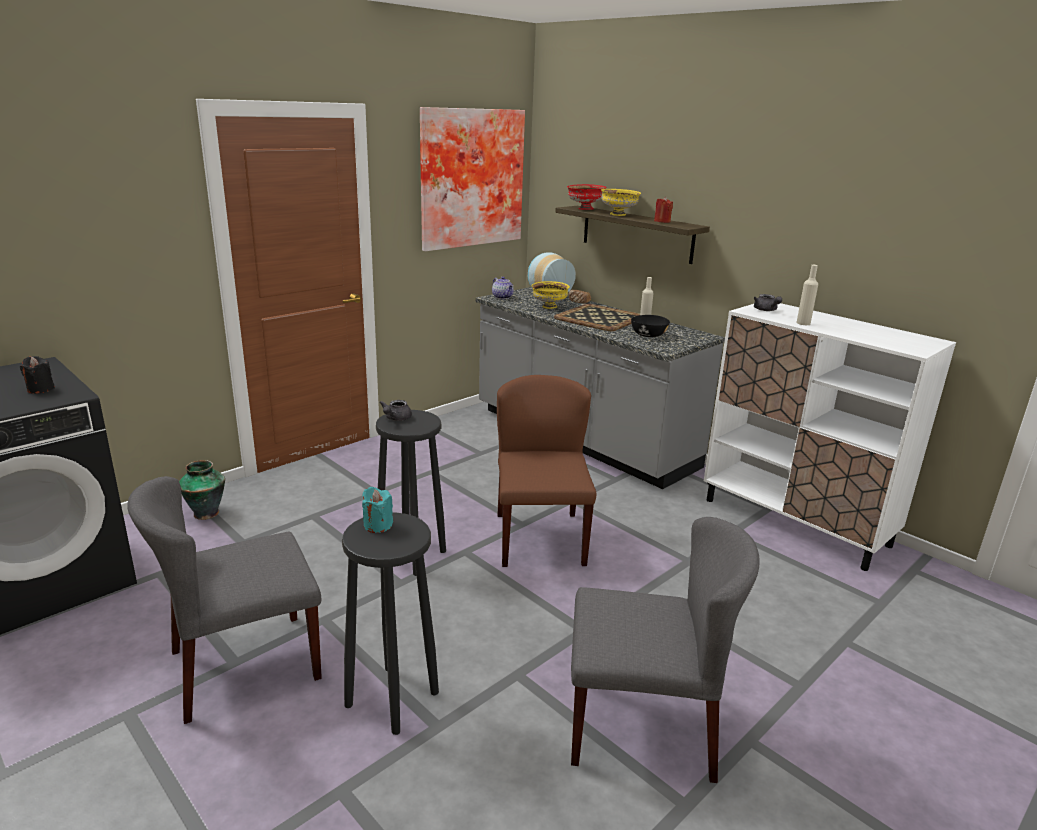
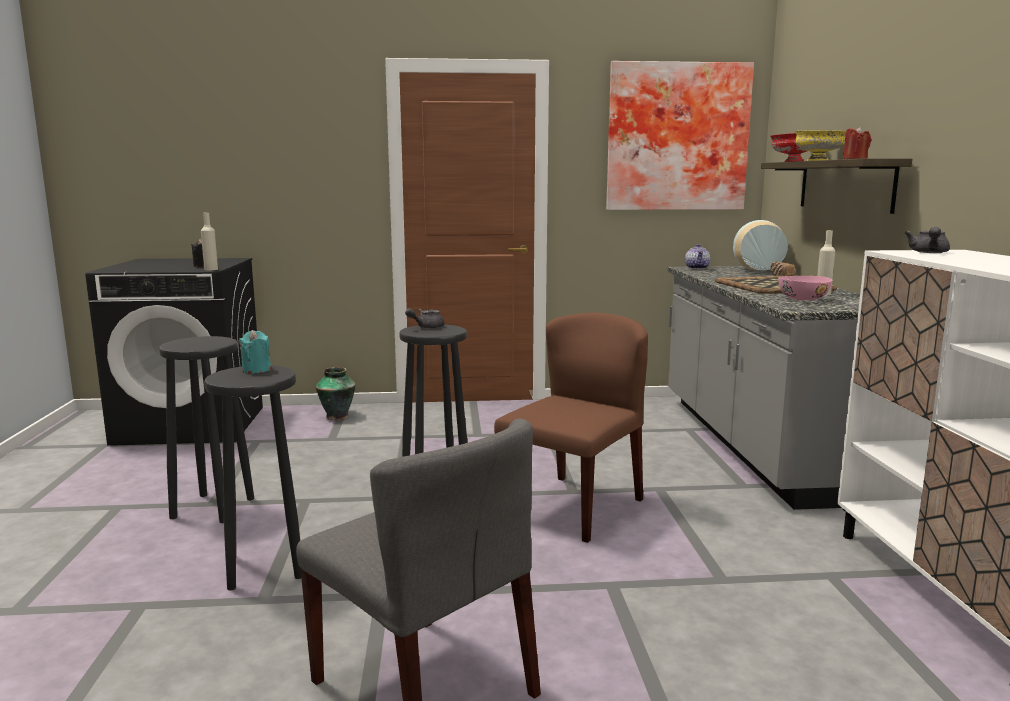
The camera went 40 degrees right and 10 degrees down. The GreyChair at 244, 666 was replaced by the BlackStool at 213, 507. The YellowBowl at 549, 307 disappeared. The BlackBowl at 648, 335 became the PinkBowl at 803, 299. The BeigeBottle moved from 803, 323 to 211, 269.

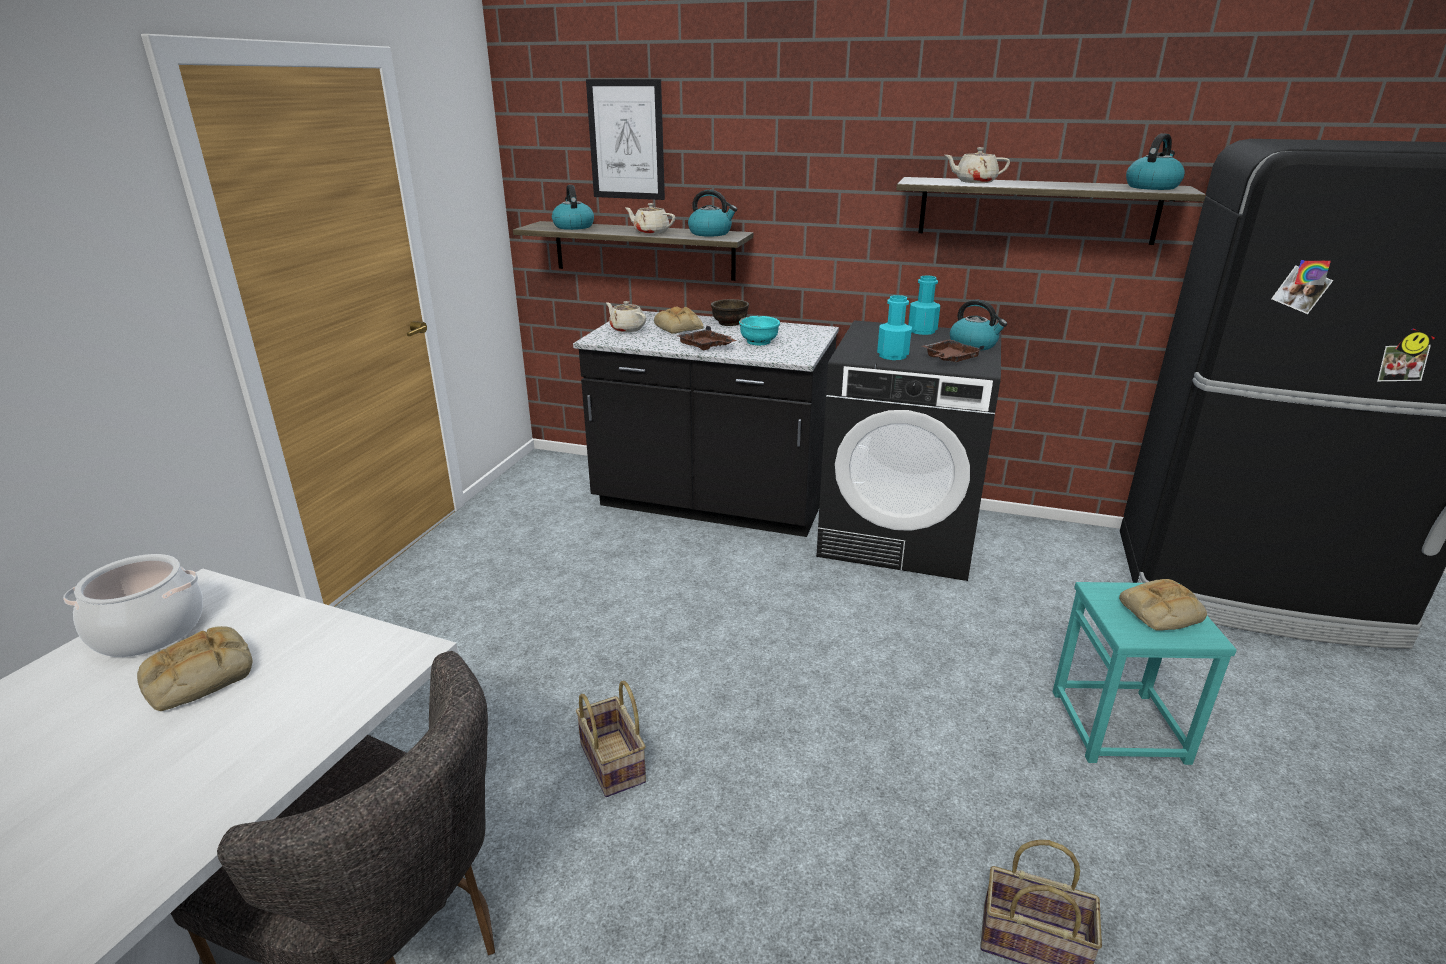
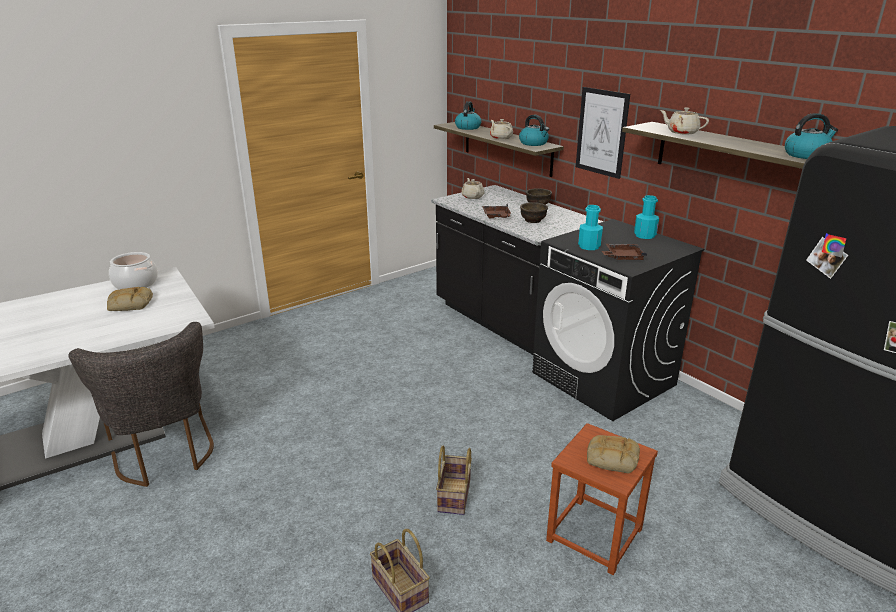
The camera went 35 degrees right and 0 degrees up. The Basket moved from 614, 764 to 455, 497. The Picture moved from 626, 140 to 602, 132. The Bread at 679, 327 disappeared. The TurquoiseBowl at 758, 342 became the BrownBowl at 533, 220. The Kettle at 974, 345 disappeared. The TurquoiseStool at 1119, 726 became the BrownStool at 595, 535.

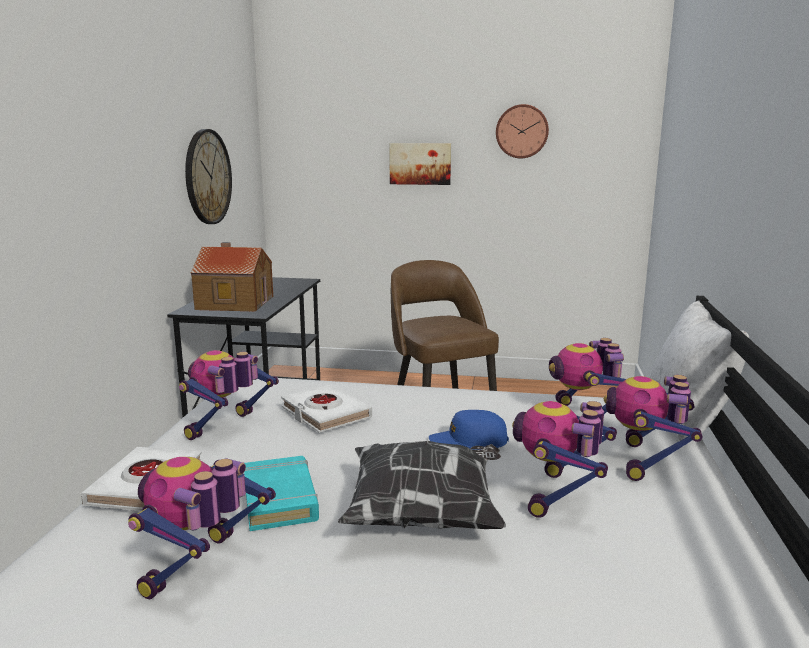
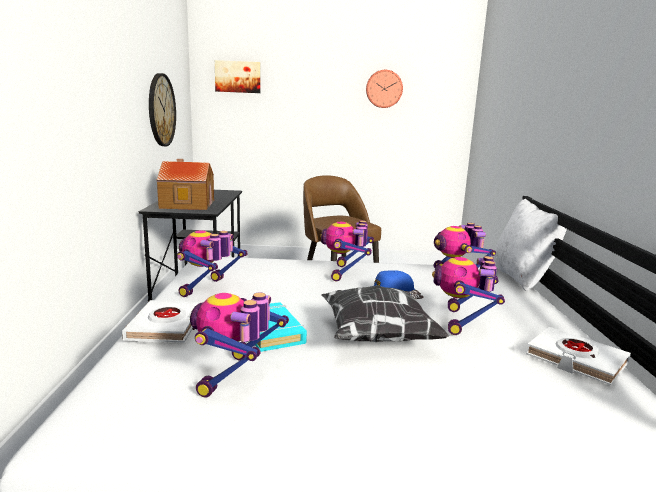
The camera went 10 degrees left and 0 degrees up. The WhiteBook moved from 325, 414 to 575, 360. The Picture moved from 420, 163 to 238, 77. The ToyRobot moved from 647, 462 to 346, 273.

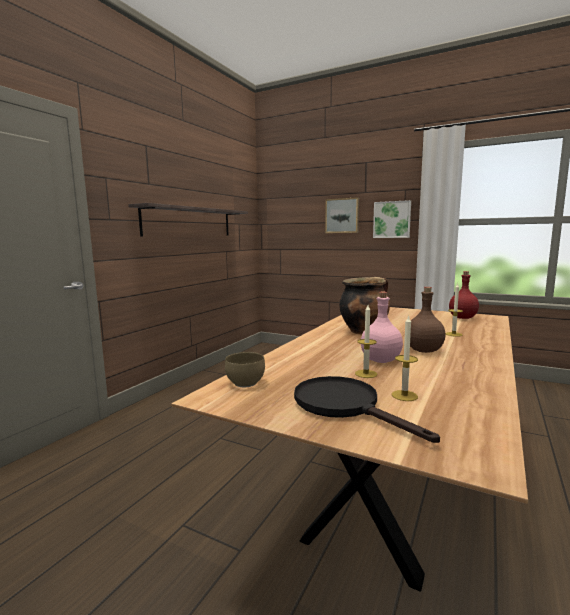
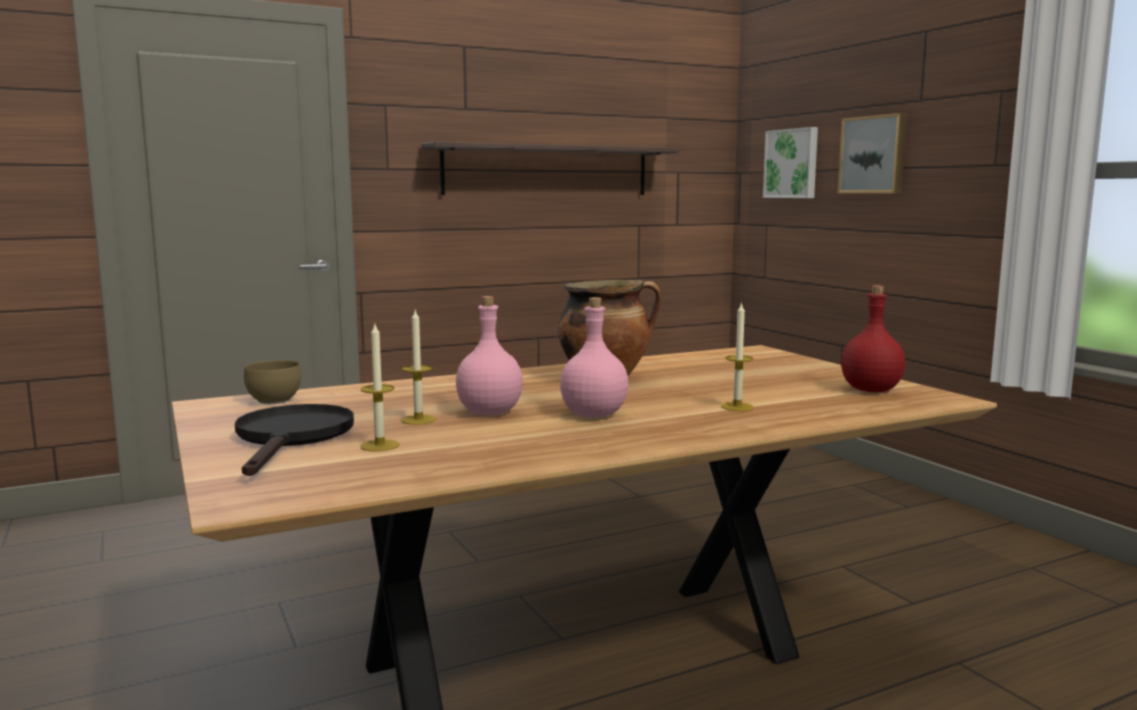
The camera went 35 degrees right and 0 degrees up. The Picture moved from 392, 219 to 792, 163. The BrownBottle at 424, 350 became the PinkBottle at 595, 415.

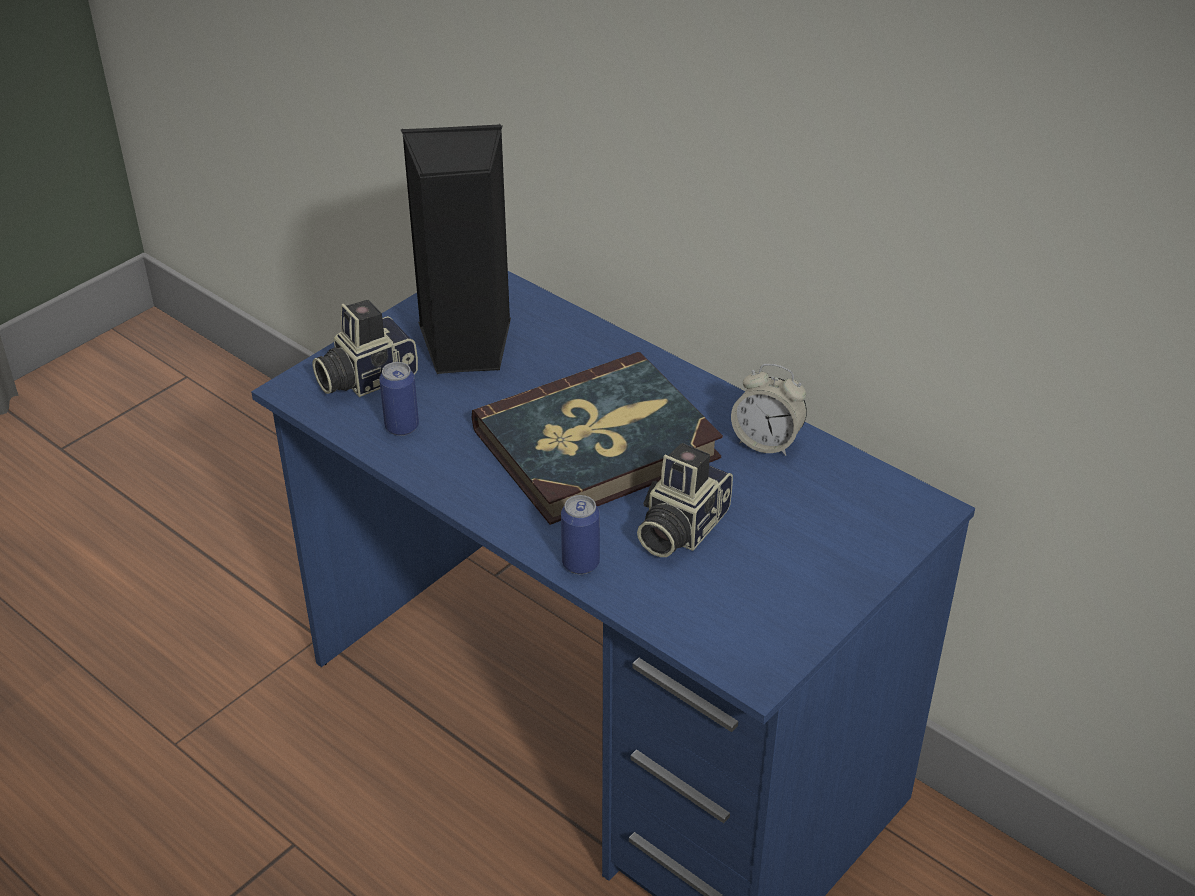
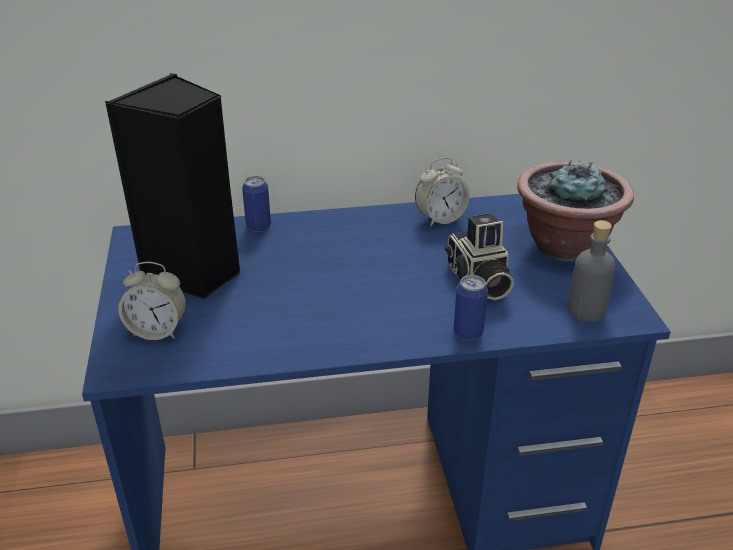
The camera went 50 degrees left and 5 degrees down. The PhotoCamera at 365, 377 was replaced by the AlarmClock at 157, 330. The Can moved from 402, 427 to 258, 226. The Book at 596, 445 disappeared. The PottedPlant at 564, 245 appeared. The GreyBottle at 586, 310 appeared.

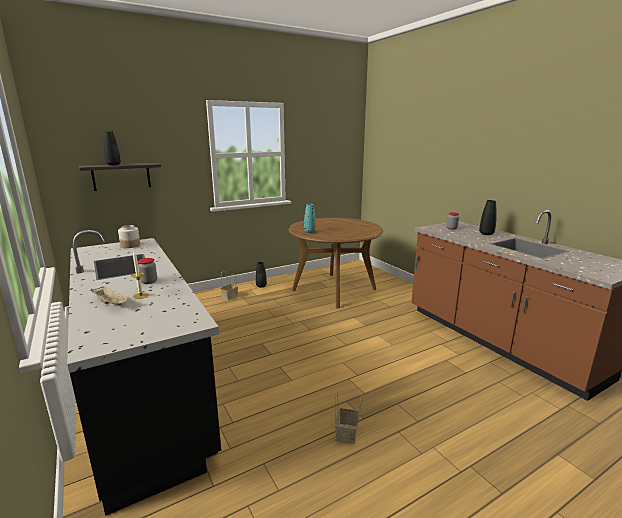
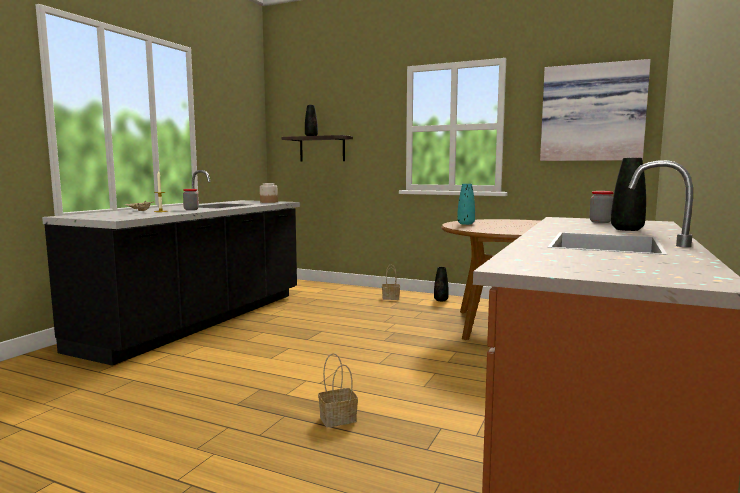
The camera went 55 degrees right and 10 degrees down. The Basket moved from 347, 434 to 337, 419. The Picture at 592, 113 appeared.

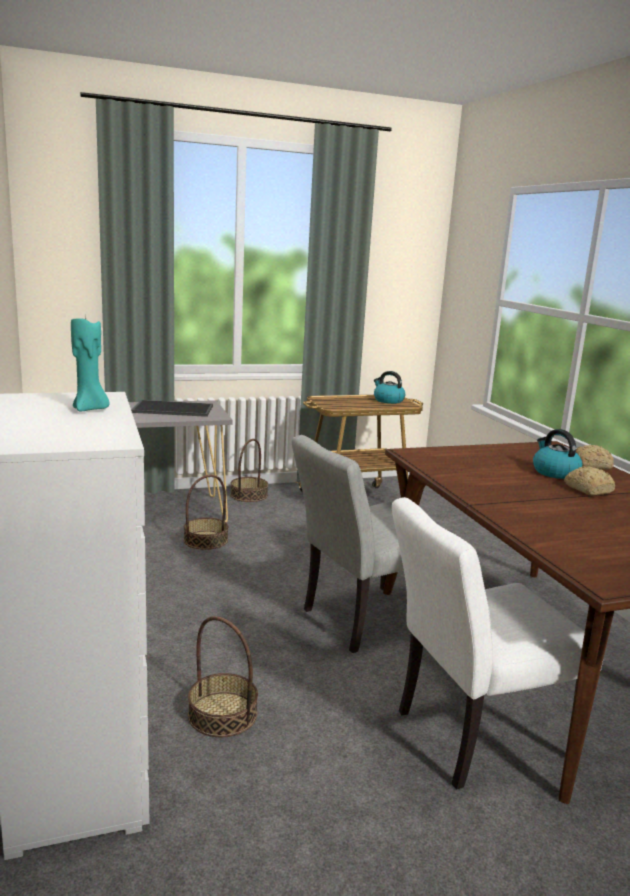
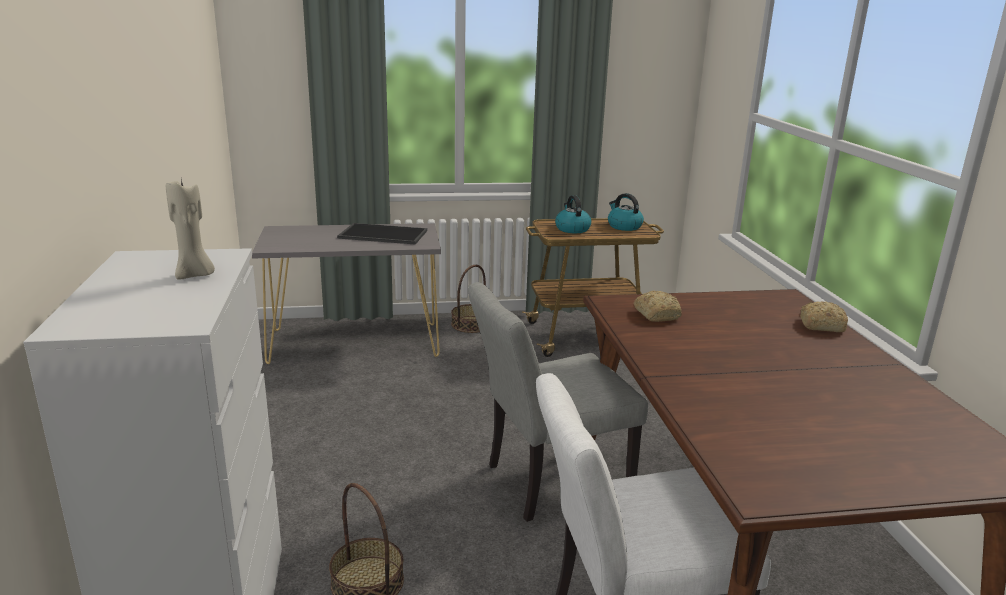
The camera went 10 degrees right and 5 degrees up. The TurquoiseCandle at 90, 409 became the BeigeCandle at 195, 275. The Basket at 205, 540 disappeared. The Kettle moved from 554, 472 to 572, 229. The Bread moved from 588, 489 to 657, 315.

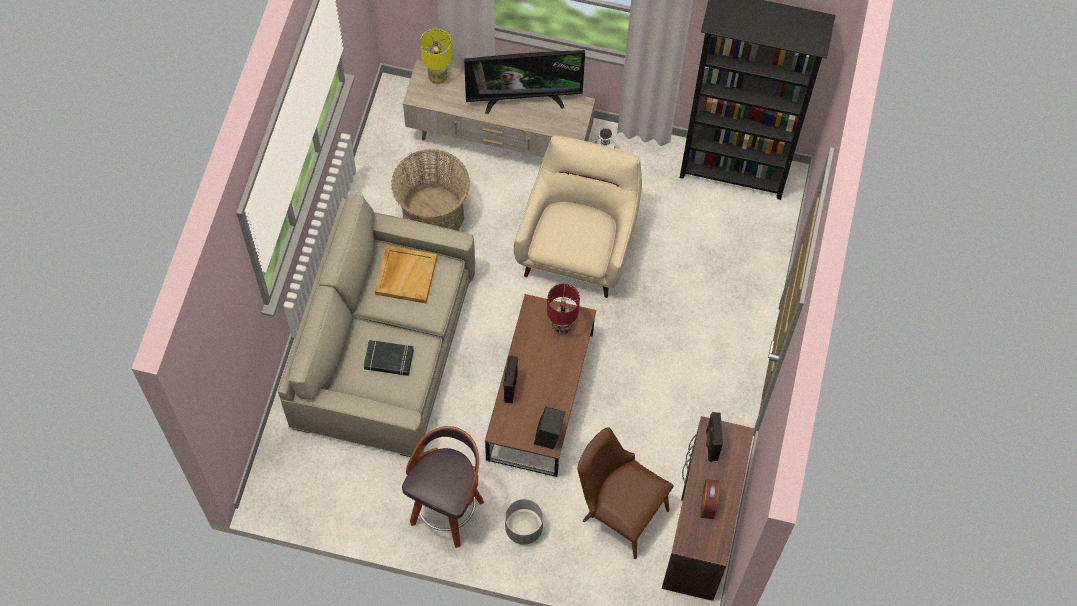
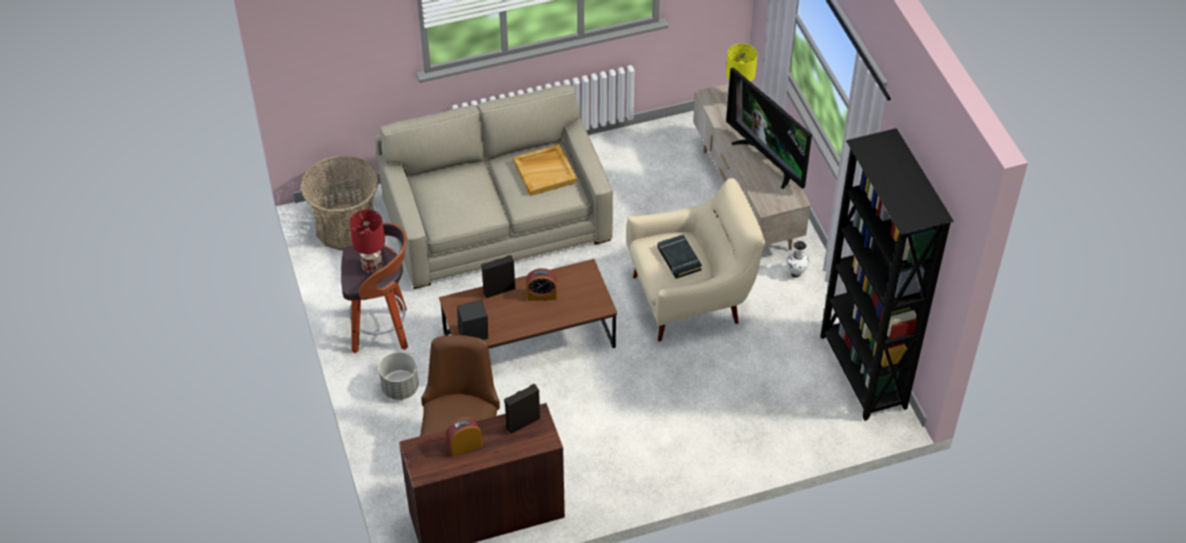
The camera went 60 degrees right and 15 degrees down. The BlackBook moved from 388, 360 to 678, 259. The Basket moved from 433, 214 to 346, 226. The RedTableLamp moved from 561, 327 to 372, 267. The AlarmClock at 542, 295 appeared.

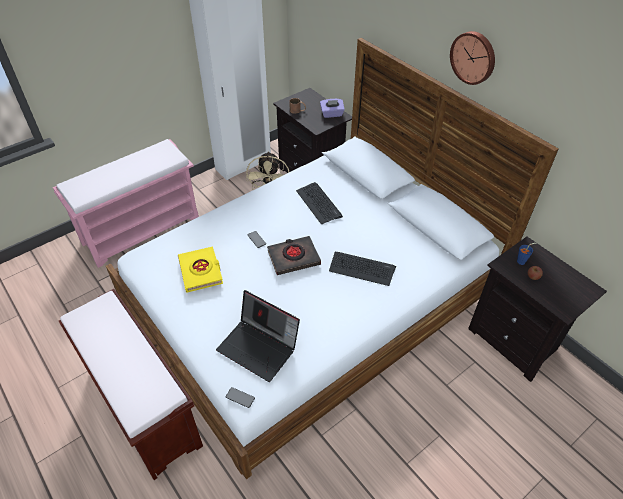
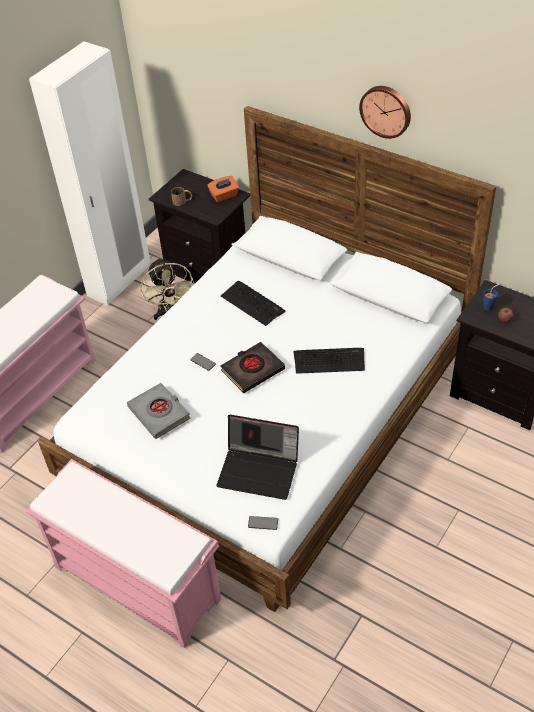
The camera went 15 degrees left and 0 degrees up. The BrownBench at 145, 407 became the PinkBench at 139, 583. The YellowBook at 201, 271 became the GreyBook at 159, 413. The PurpleTissueBox at 332, 114 became the OrangeTissueBox at 224, 196.

